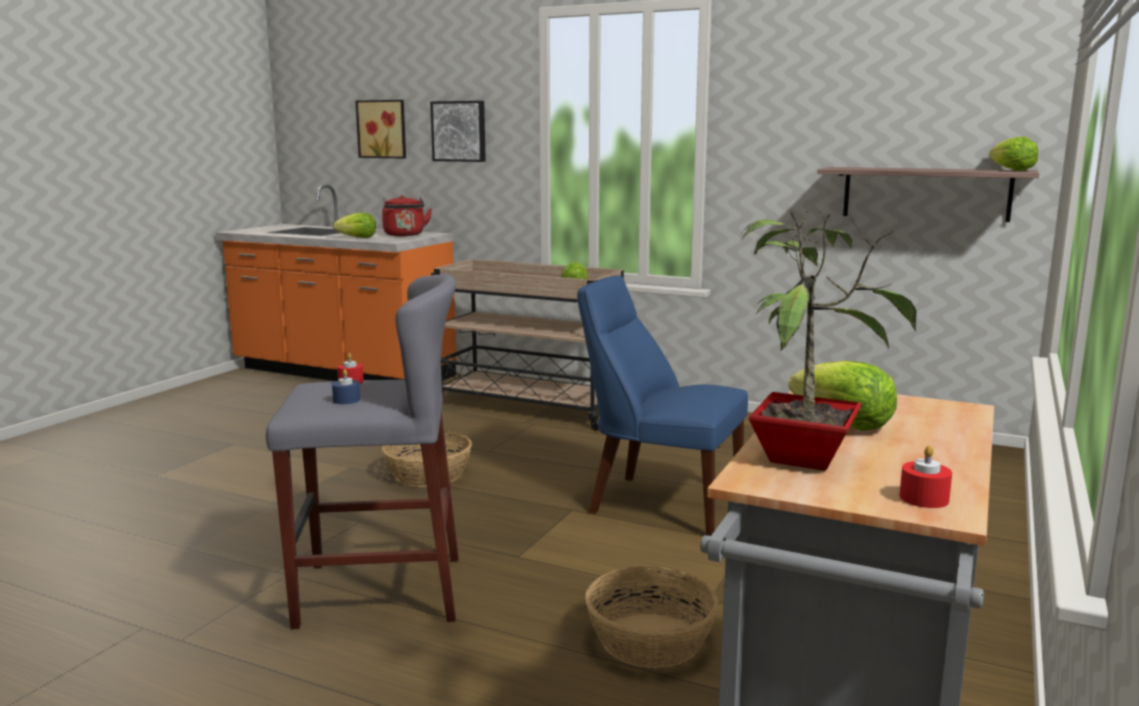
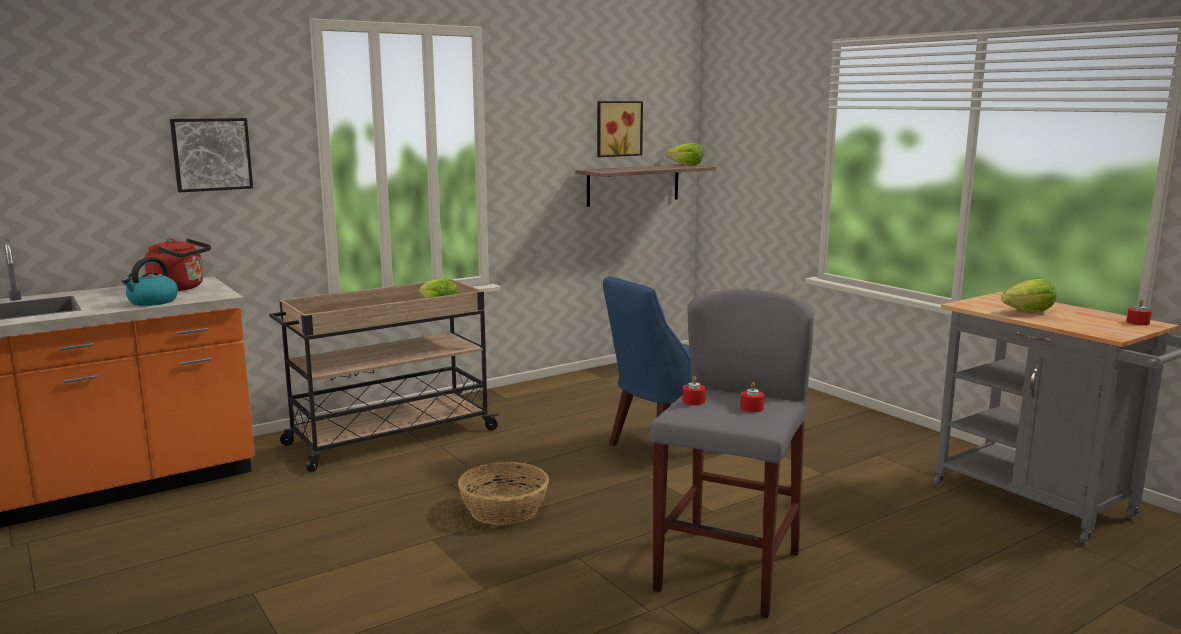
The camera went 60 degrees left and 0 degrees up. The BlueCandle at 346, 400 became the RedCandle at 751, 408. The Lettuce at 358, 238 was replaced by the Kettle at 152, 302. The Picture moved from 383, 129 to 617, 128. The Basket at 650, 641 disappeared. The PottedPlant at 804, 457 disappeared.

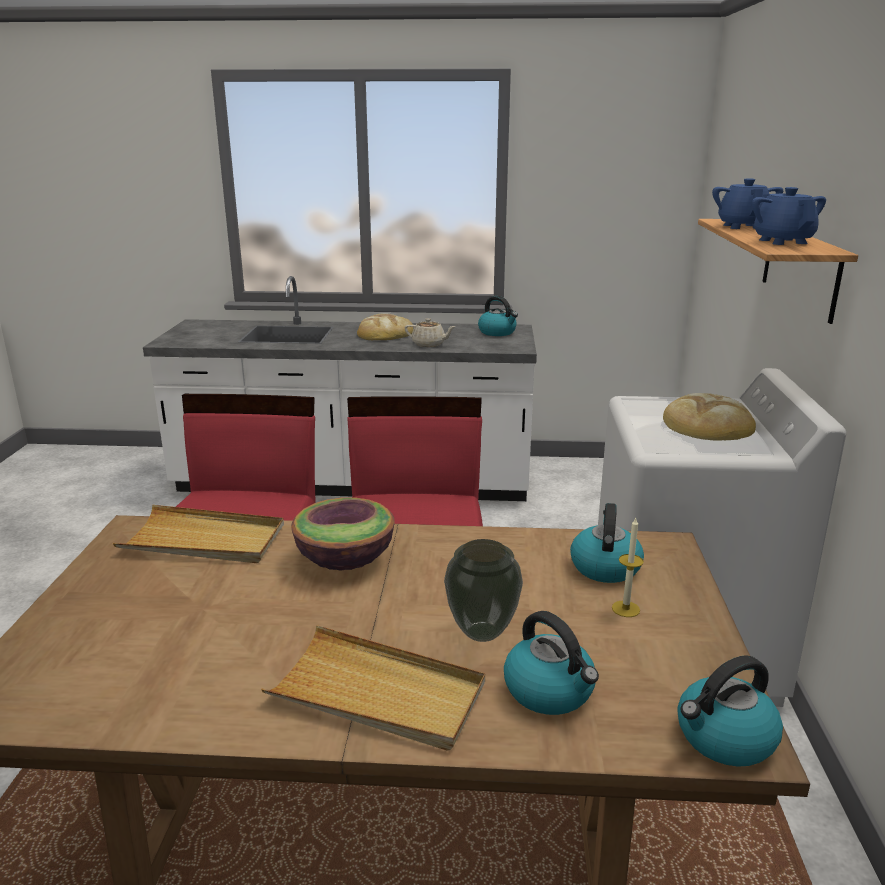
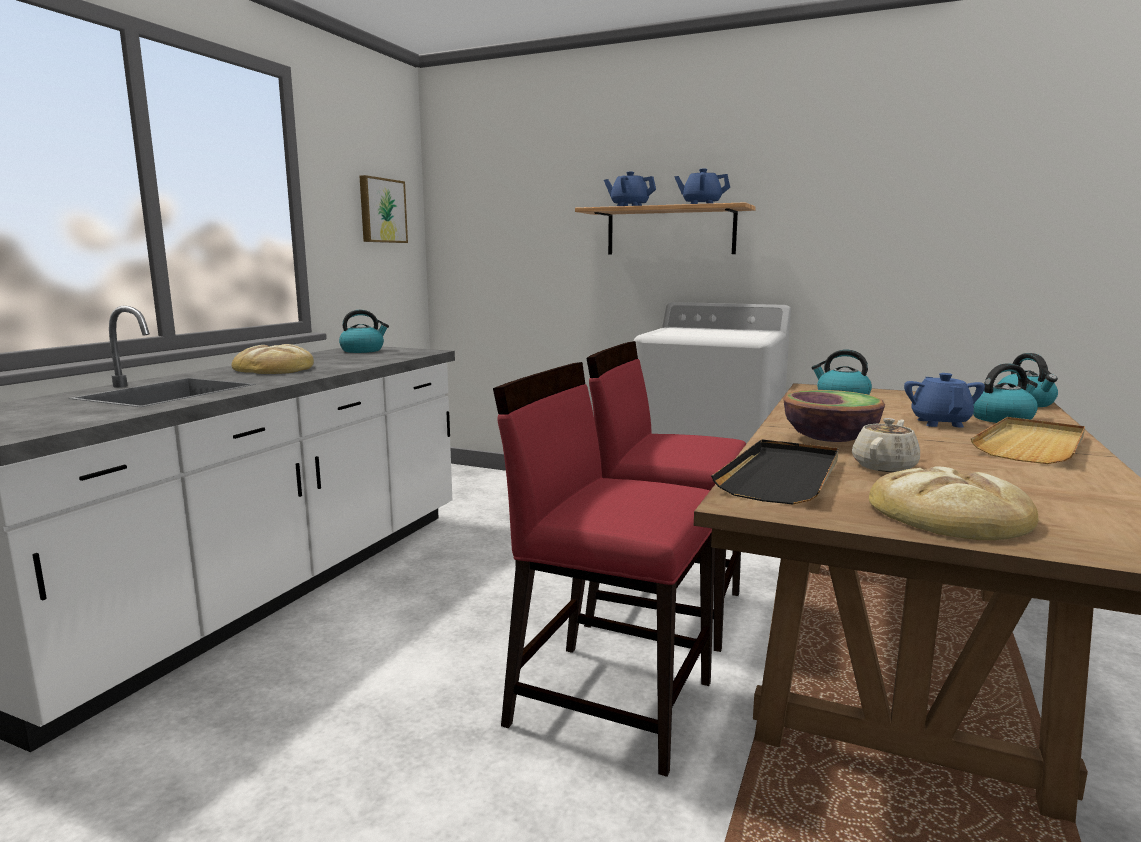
The camera went 70 degrees left and 10 degrees down. The BeigeTray at 204, 540 became the BlackTray at 782, 476. The BeigeTeapot moved from 429, 344 to 885, 466. The Vase at 481, 633 was replaced by the BlueTeapot at 940, 423. The Candle at 625, 609 disappeared. The Bread moved from 707, 425 to 950, 515. The Picture at 381, 210 appeared.

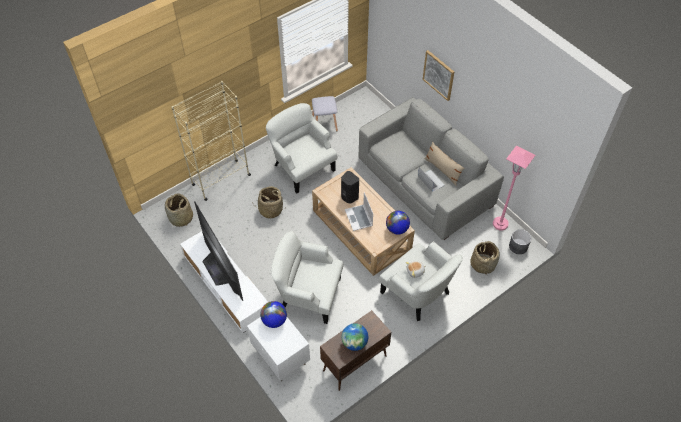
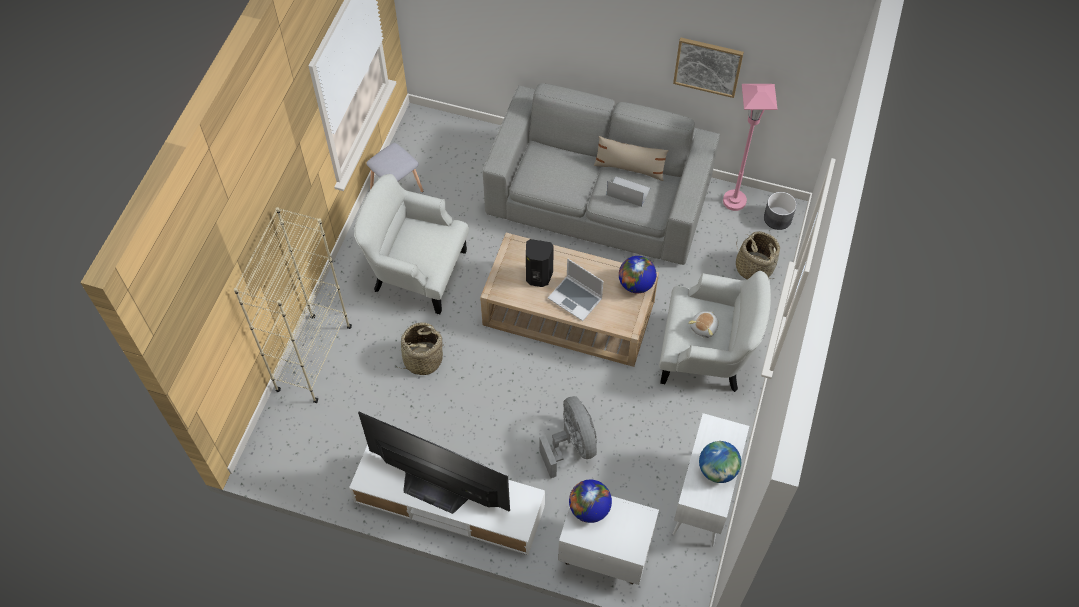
The camera went 35 degrees left and 5 degrees up. The Basket at 181, 218 disappeared. The WhiteArmchair at 308, 294 was replaced by the GreyFan at 571, 445. The BrownCabinet at 354, 364 became the WhiteCabinet at 703, 498. The Picture moved from 439, 75 to 708, 66.

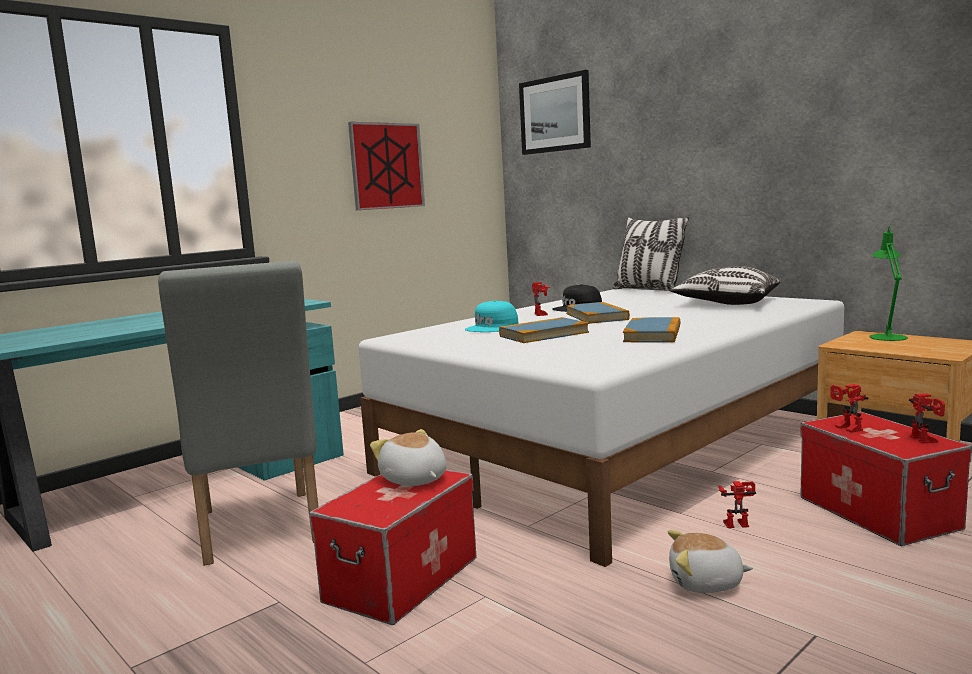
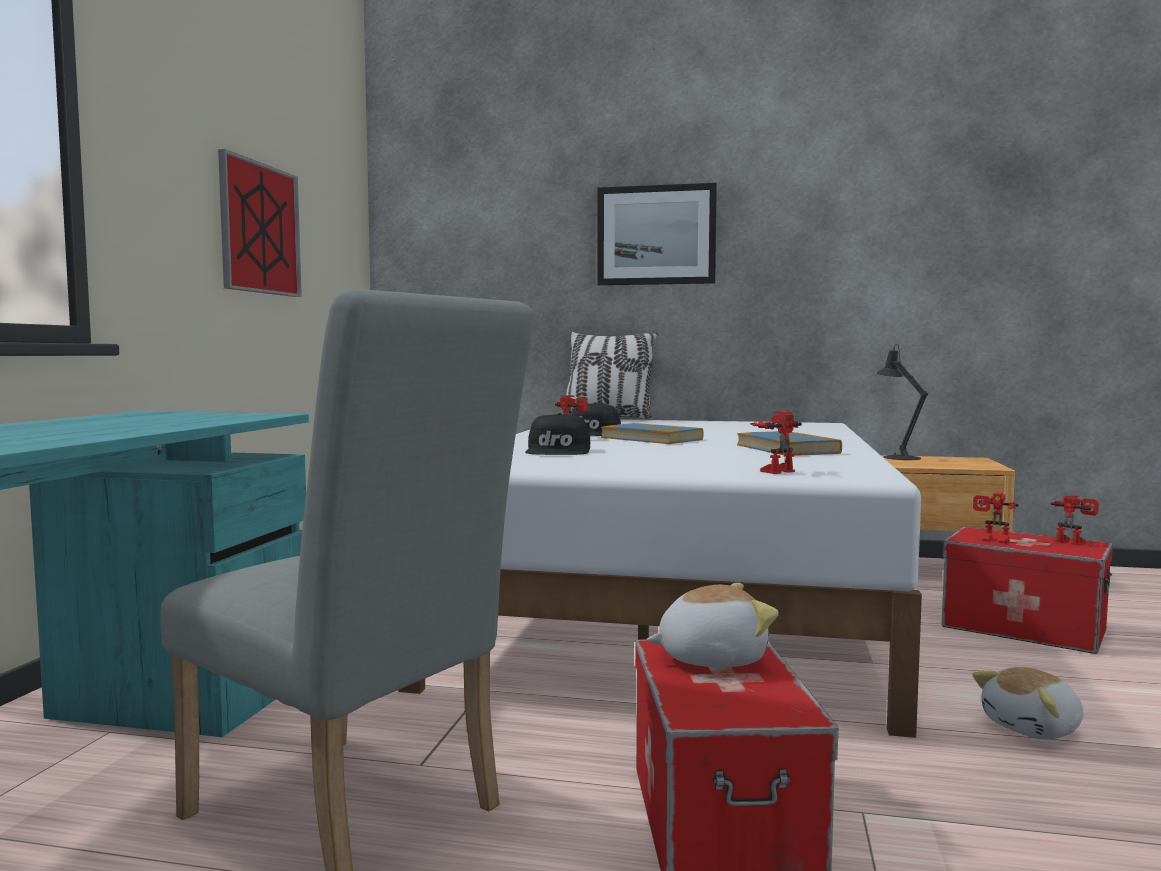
The camera went 35 degrees left and 5 degrees down. The PlushToy at 413, 480 turned 150 degrees clockwise. The TurquoiseCap at 493, 327 became the BlackCap at 559, 451. The Book at 543, 334 disappeared. The Picture moved from 555, 114 to 656, 235. The Pillow at 726, 303 disappeared. The ToyRobot moved from 736, 523 to 776, 471. The GreenTableLamp at 887, 336 became the BlackTableLamp at 898, 457.

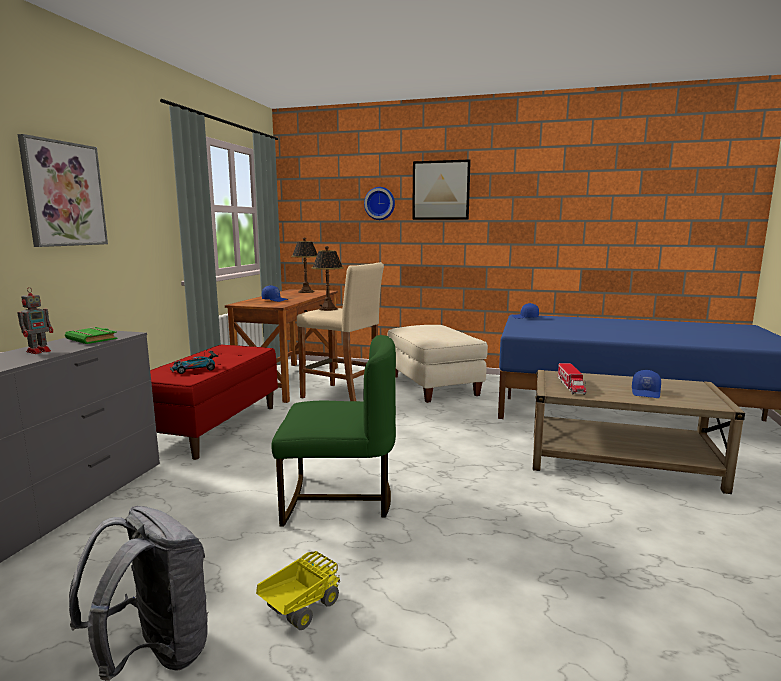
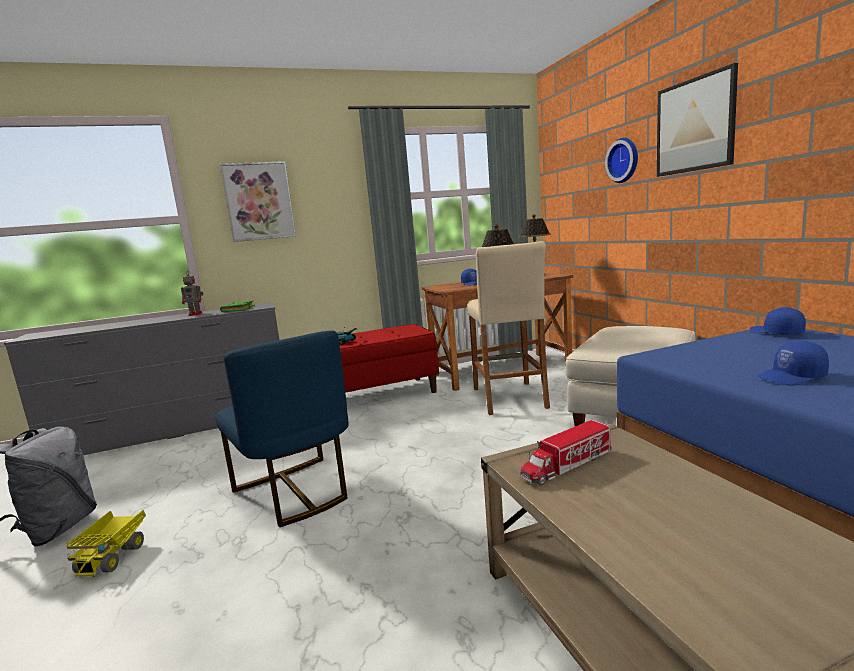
The camera went 55 degrees right and 0 degrees up. The ToyTruck at 300, 608 turned 90 degrees clockwise. The GreenChair at 339, 499 became the BlueChair at 295, 492. The BlueCap moved from 646, 393 to 792, 377.

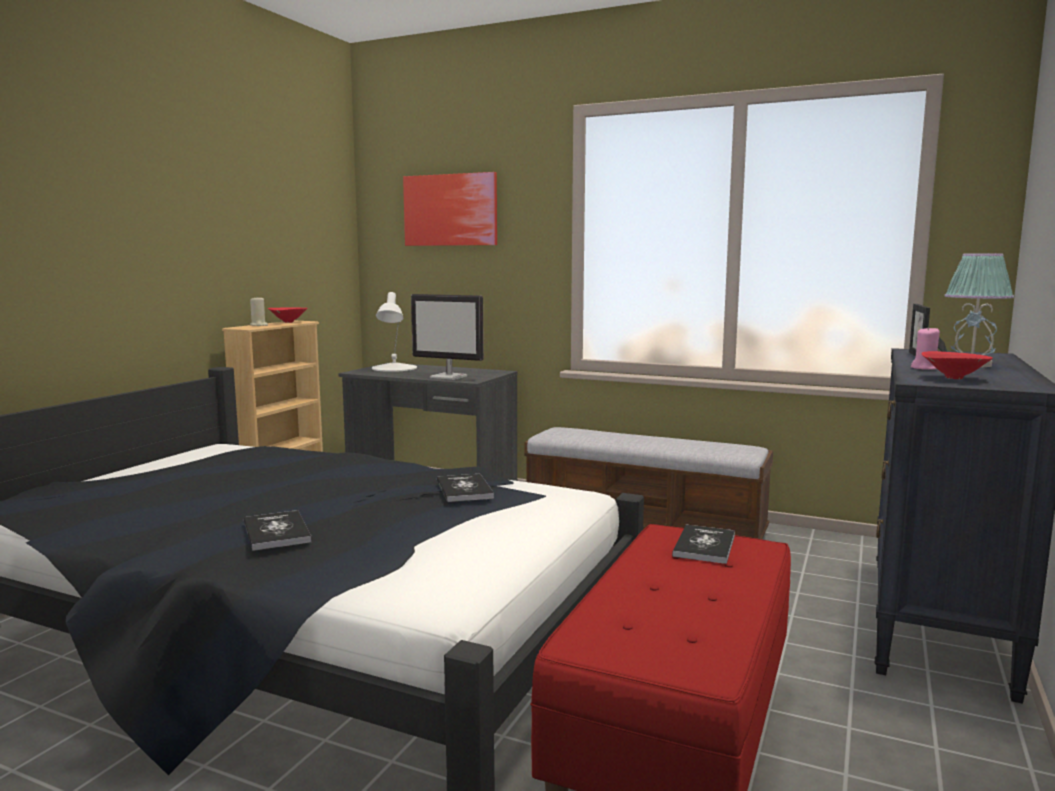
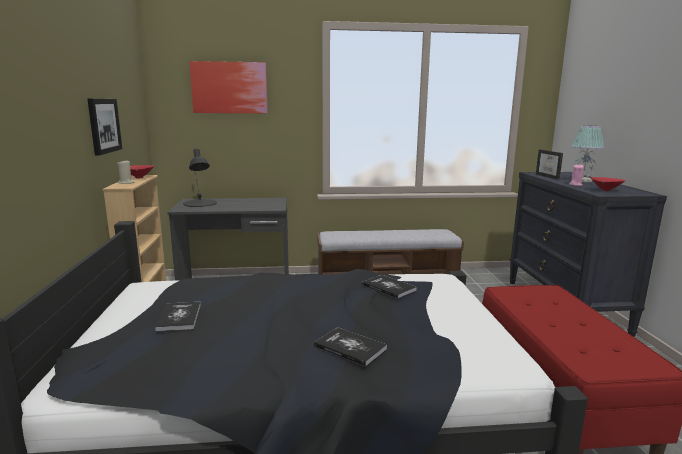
The camera went 30 degrees left and 5 degrees up. The WhiteTableLamp at 393, 368 became the BlackTableLamp at 199, 203. The Monitor at 449, 377 disappeared. The Book moved from 704, 545 to 179, 317. The Picture at 103, 125 appeared.

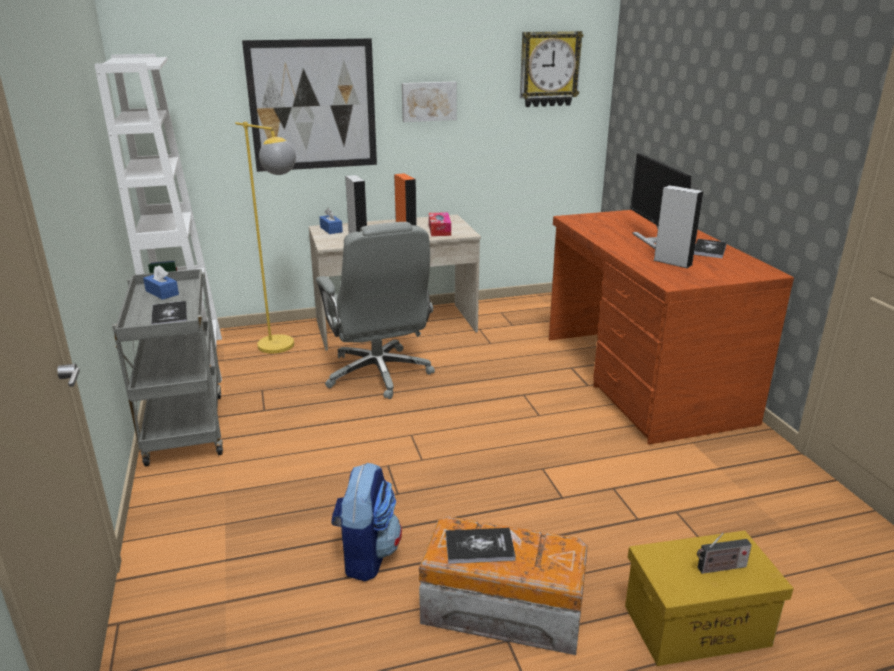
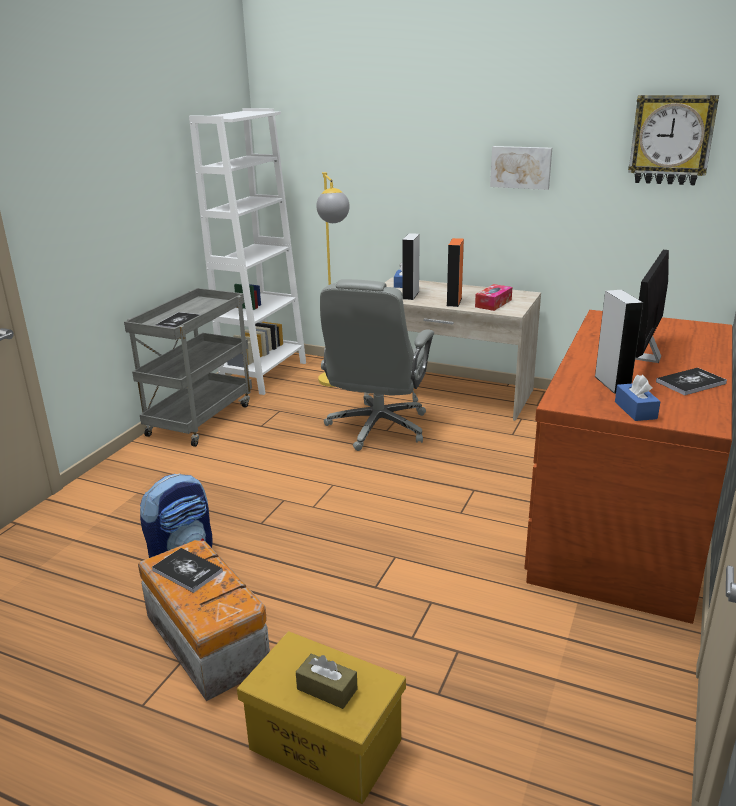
The camera went 40 degrees right and 0 degrees up. The BlueTissueBox moved from 162, 293 to 635, 410. The Picture at 313, 105 disappeared. The Radio at 719, 568 was replaced by the BrownTissueBox at 327, 689.

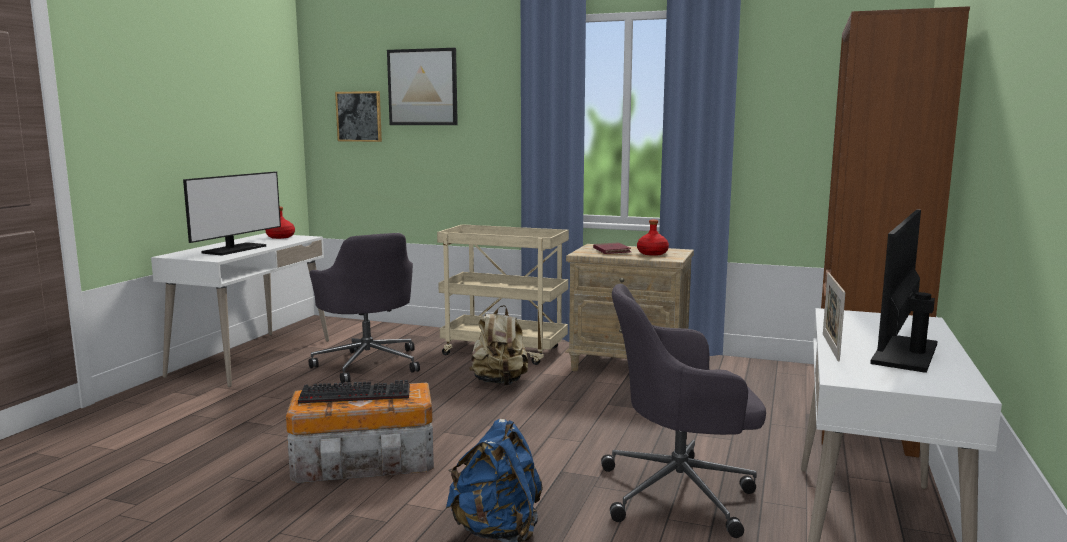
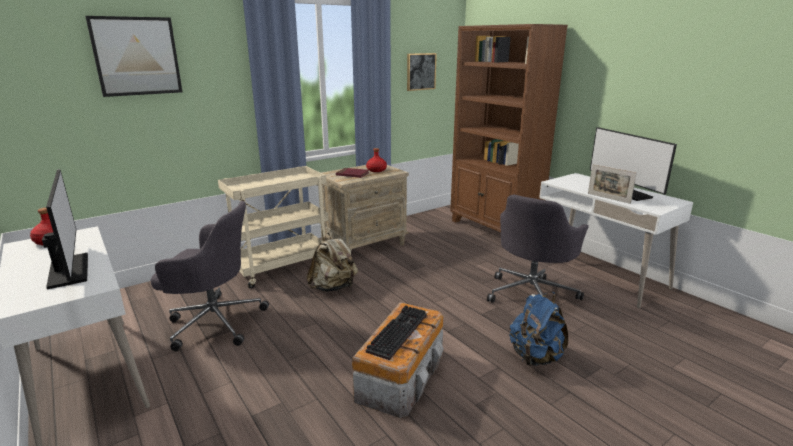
The camera went 55 degrees left and 10 degrees up. The Picture moved from 359, 116 to 421, 71.

